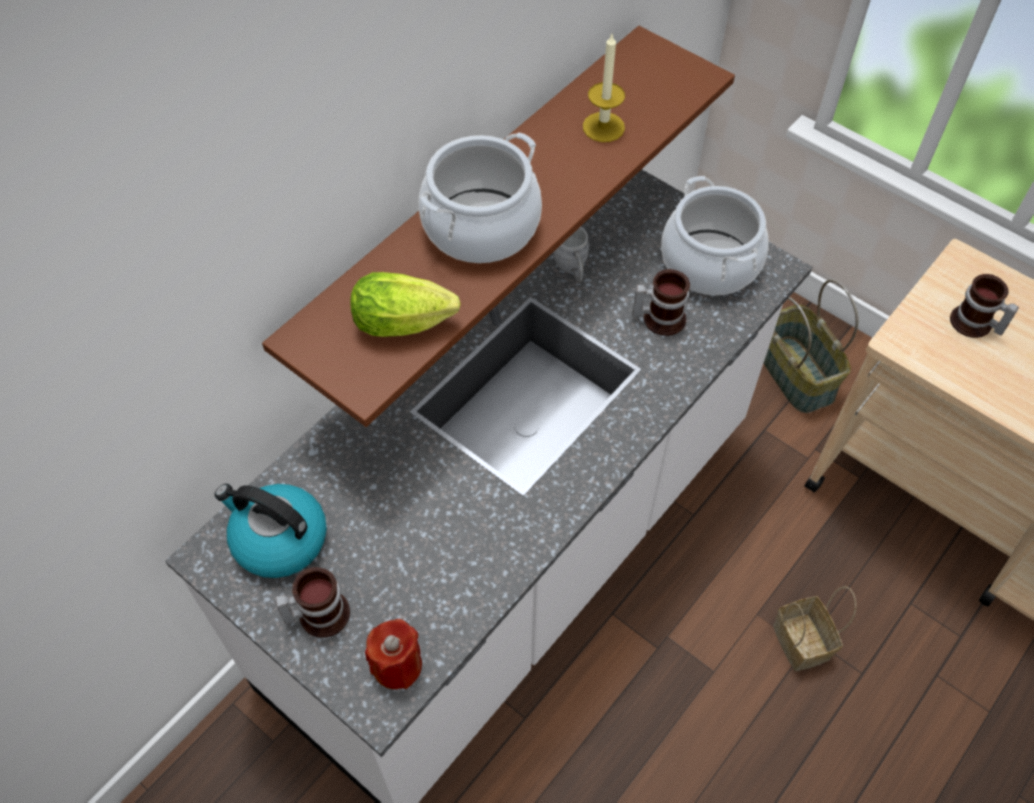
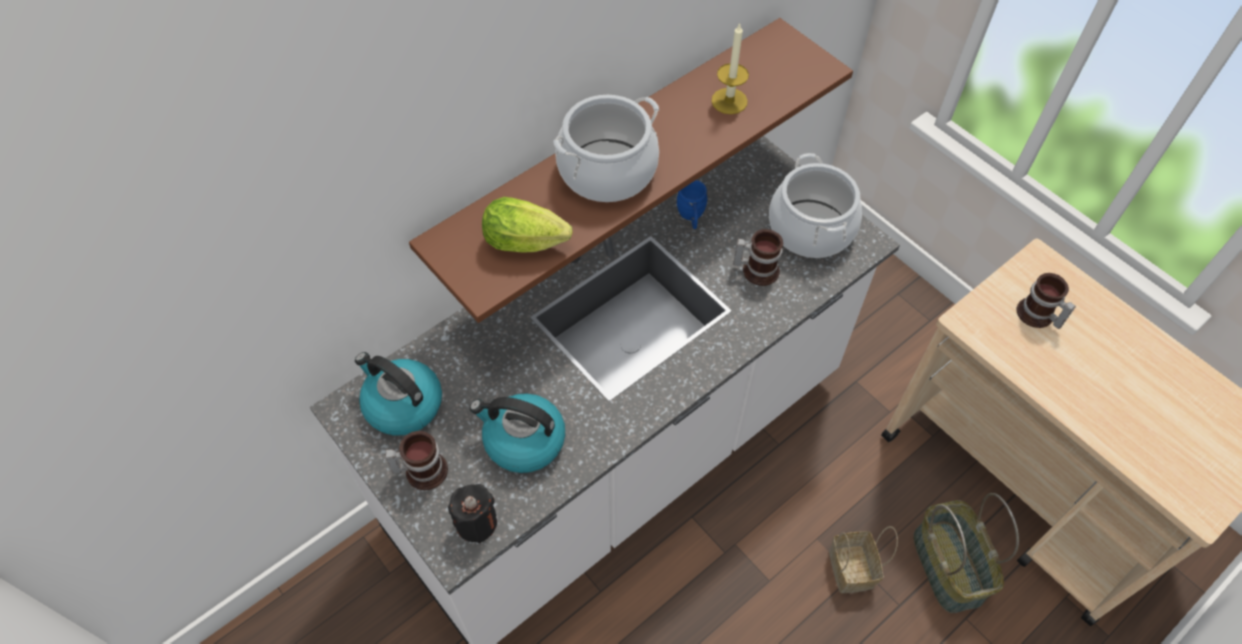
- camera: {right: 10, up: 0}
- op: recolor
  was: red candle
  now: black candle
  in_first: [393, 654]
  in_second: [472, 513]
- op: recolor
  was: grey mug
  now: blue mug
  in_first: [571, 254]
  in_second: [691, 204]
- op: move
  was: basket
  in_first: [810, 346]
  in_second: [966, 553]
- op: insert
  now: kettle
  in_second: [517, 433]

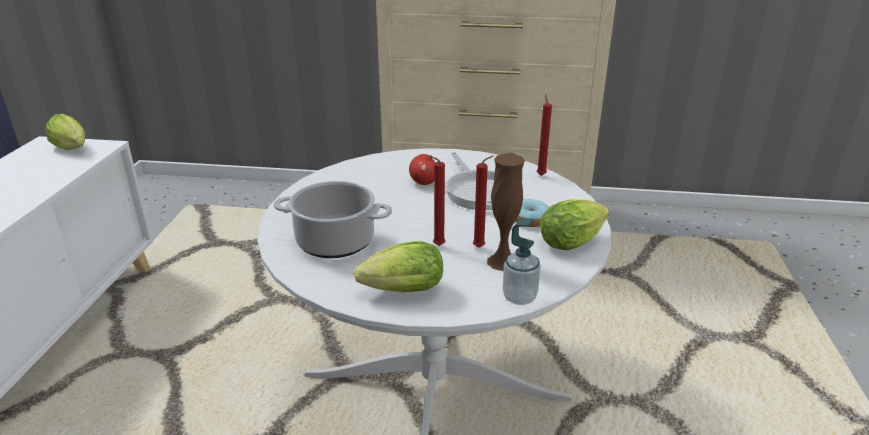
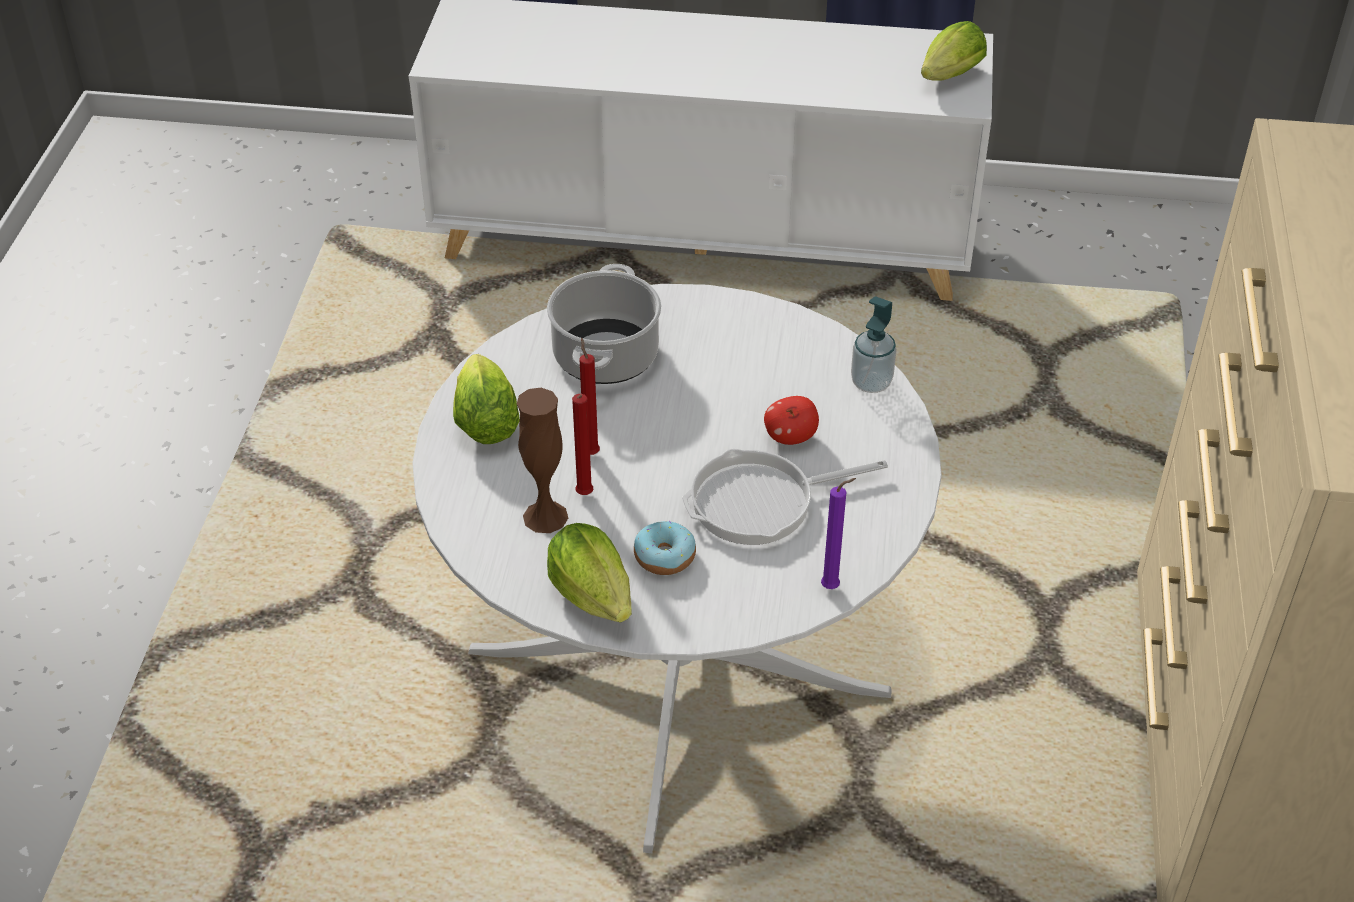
- camera: {right: 90, up: 15}
- op: move
  was: soap dispenser
  in_first: [521, 261]
  in_second: [874, 344]
- op: recolor
  was: red candle
  now: purple candle
  in_first: [544, 134]
  in_second: [838, 533]

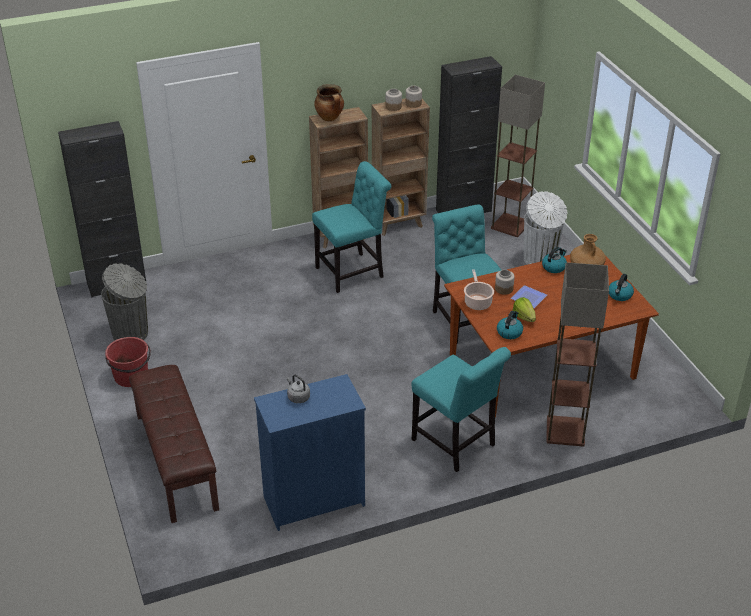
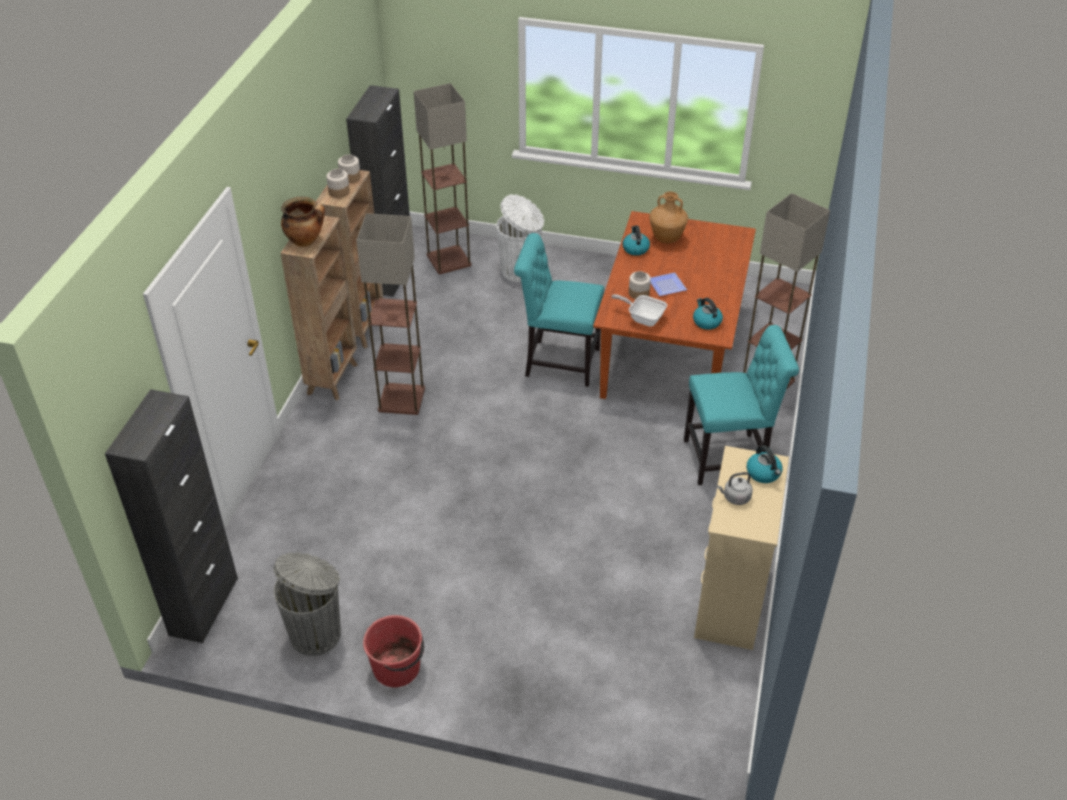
- camera: {right: -55, up: 5}
- op: delete
  was: brown bench
  in_first: [174, 444]
- op: recolor
  was: blue dresser
  now: beige dresser
  in_first: [310, 452]
  in_second: [741, 548]
- op: replace
  was: turquoise chair
  now: floor lamp
  in_first: [351, 227]
  in_second: [390, 314]
- op: replace
  was: cooking pot
  now: frying pan
  in_first: [479, 289]
  in_second: [639, 310]
- op: delete
  was: lettuce
  in_first: [524, 309]
- op: move
  was: kettle
  in_first: [621, 287]
  in_second: [765, 464]

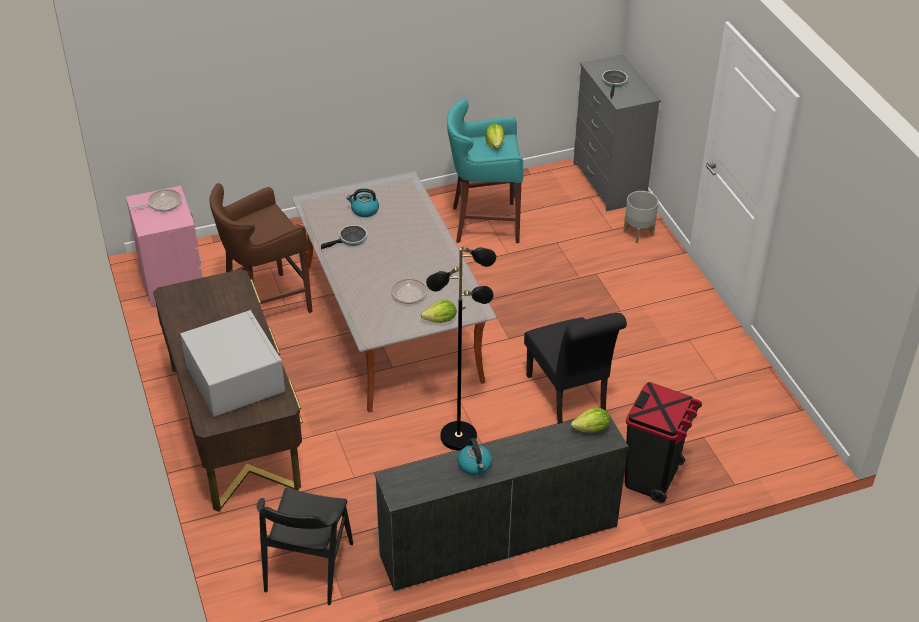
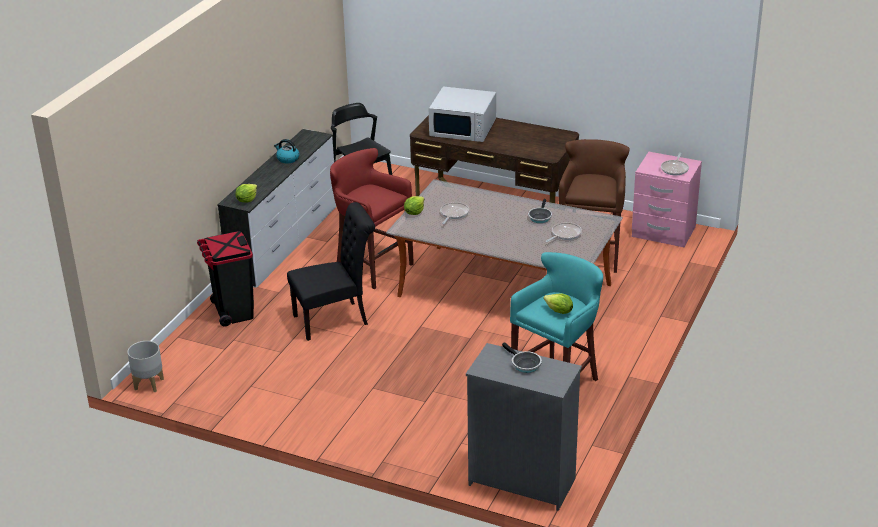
- camera: {right: 135, up: -10}
- op: replace
  was: kettle
  now: frying pan
  in_first: [363, 202]
  in_second: [563, 232]
- op: replace
  was: black floor lamp
  now: red stool
  in_first: [461, 348]
  in_second: [372, 218]
- op: rotate
  was: black chair
  in_first: [575, 368]
  in_second: [331, 271]
  clockwise: 135
- op: move
  was: grey planter
  in_first: [640, 217]
  in_second: [145, 366]

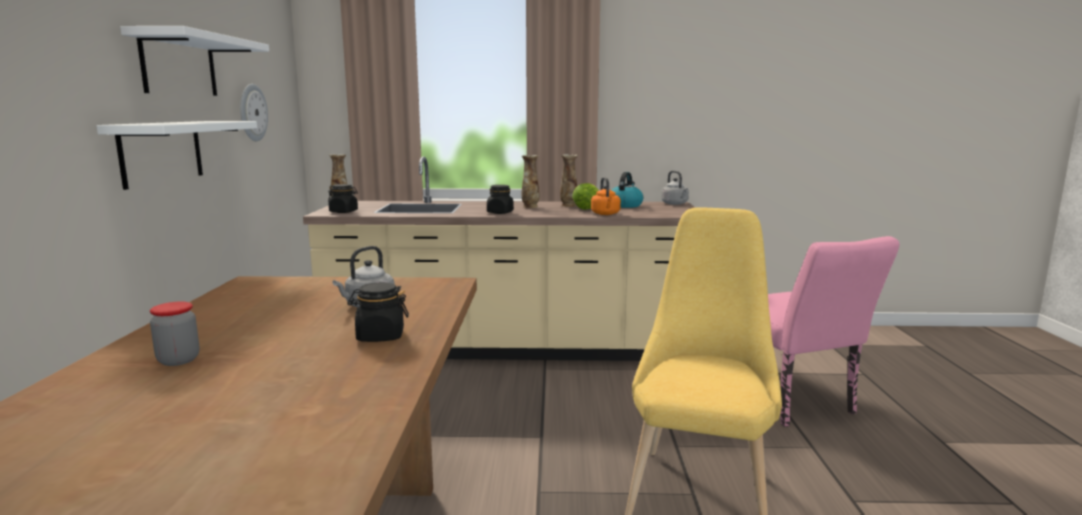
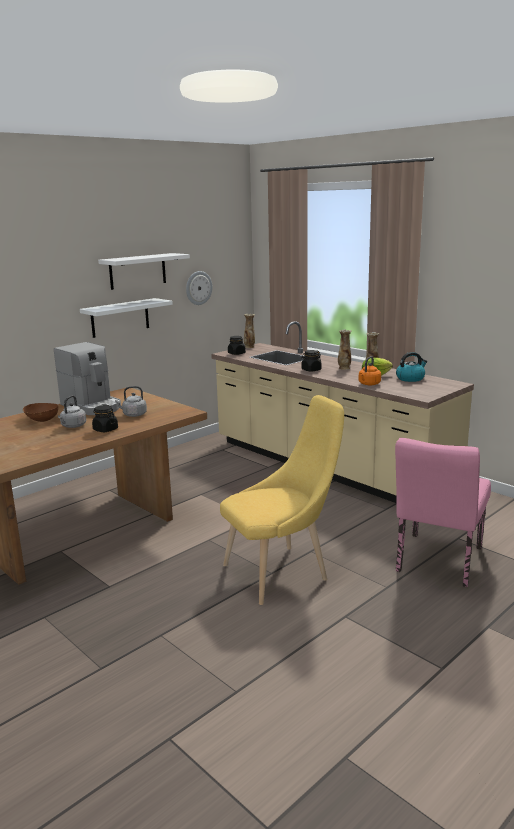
- camera: {right: 45, up: 5}
- op: replace
  was: jar
  now: brown bowl
  in_first: [175, 333]
  in_second: [40, 412]
- op: move
  was: grey kettle
  in_first: [675, 187]
  in_second: [72, 411]
- op: insert
  now: coffee machine
  in_second: [87, 378]

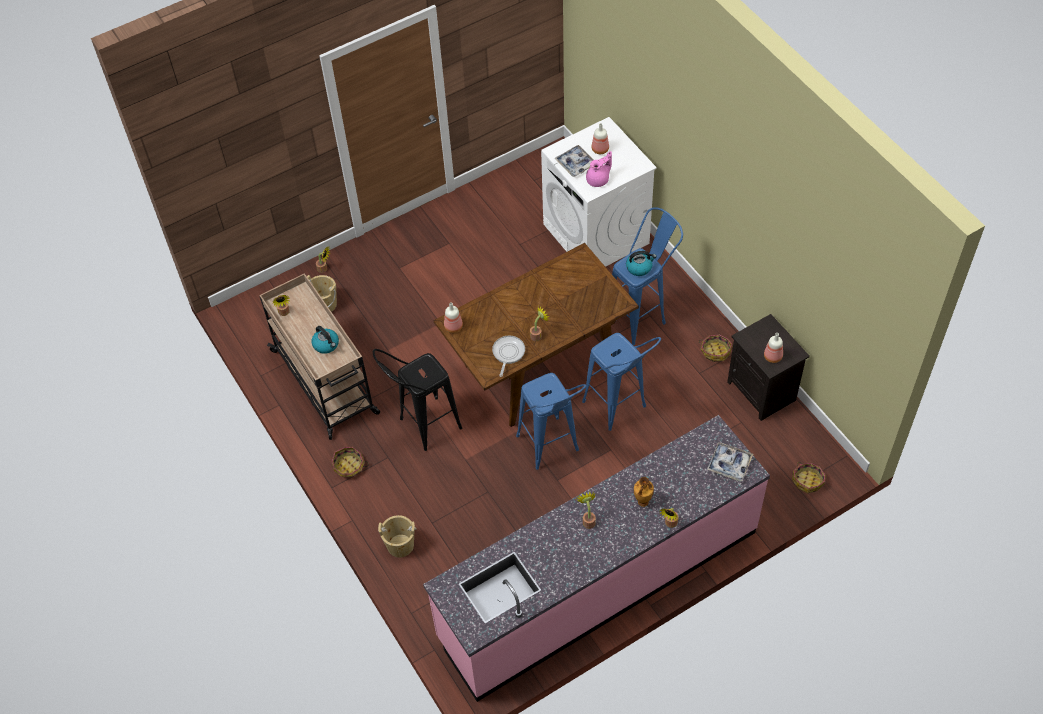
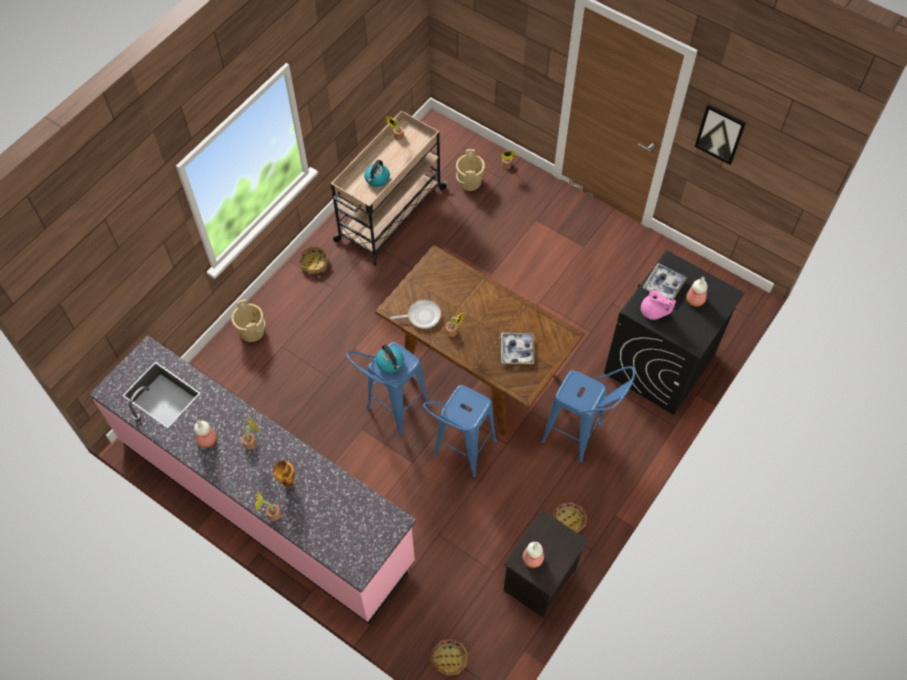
- camera: {right: 65, up: 5}
- op: delete
  was: black stool
  in_first: [417, 400]
- op: move
  was: bottle
  in_first: [453, 317]
  in_second: [205, 434]
- op: recolor
  was: white washing machine
  now: black washing machine
  in_first: [599, 192]
  in_second: [674, 332]
- op: move
  was: kettle
  in_first: [641, 263]
  in_second: [390, 358]
- op: move
  was: tray
  in_first: [730, 461]
  in_second: [517, 348]
- op: insert
  now: picture
  in_second: [720, 134]

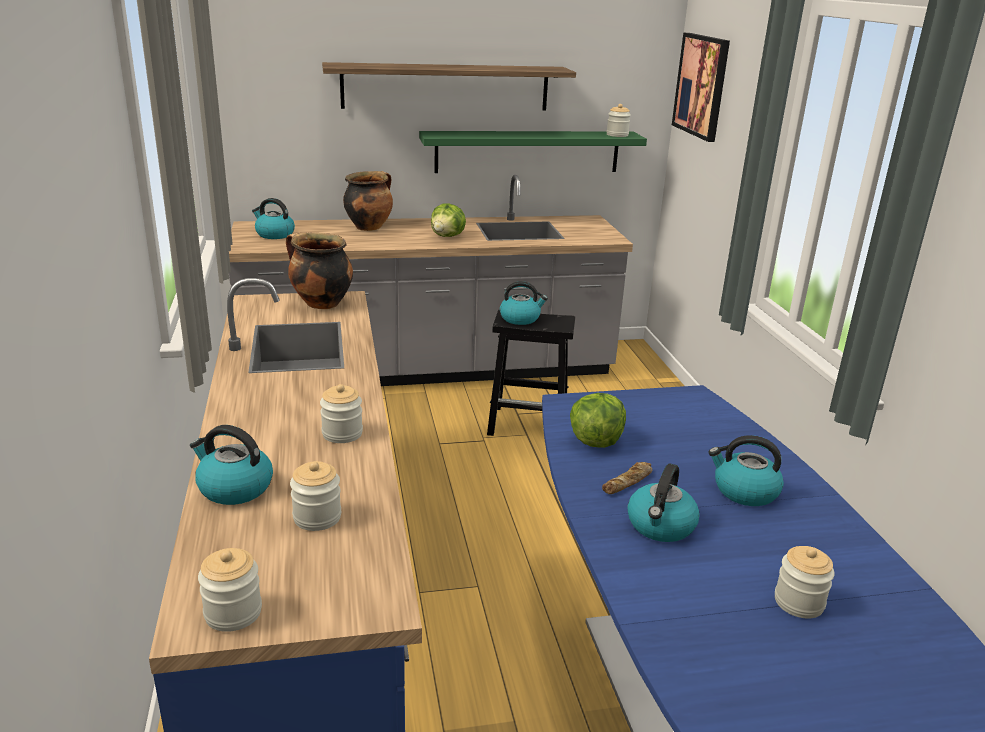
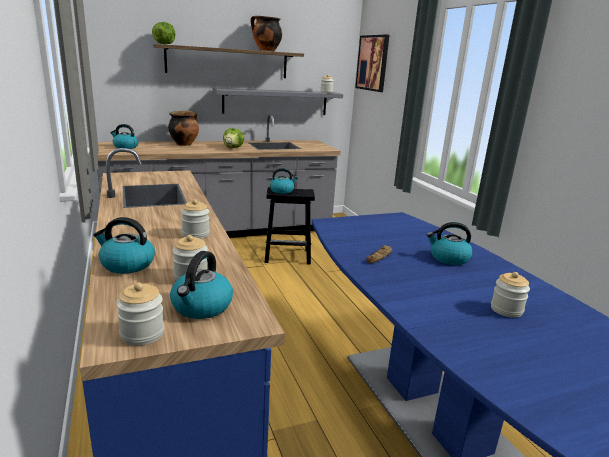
- camera: {right: -10, up: -5}
- op: move
  was: cooking pot
  in_first: [319, 271]
  in_second: [266, 33]
- op: recolor
  was: green shelf
  now: grey shelf
  in_first: [533, 152]
  in_second: [278, 101]
- op: move
  was: lettuce
  in_first: [598, 420]
  in_second: [163, 33]
- op: move
  was: kettle
  in_first: [663, 502]
  in_second: [201, 285]

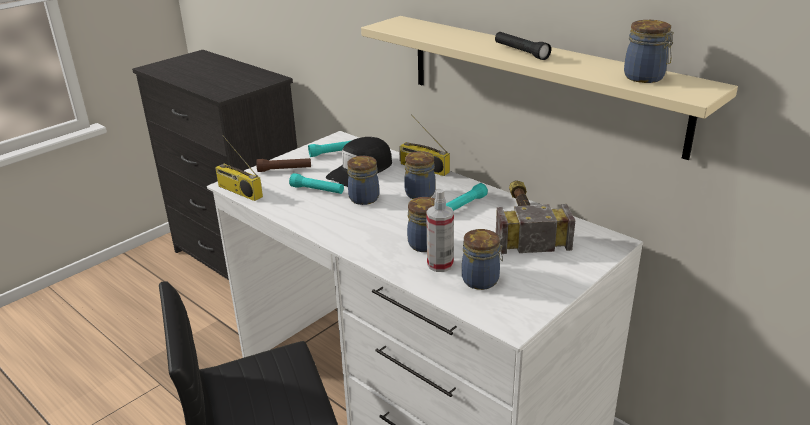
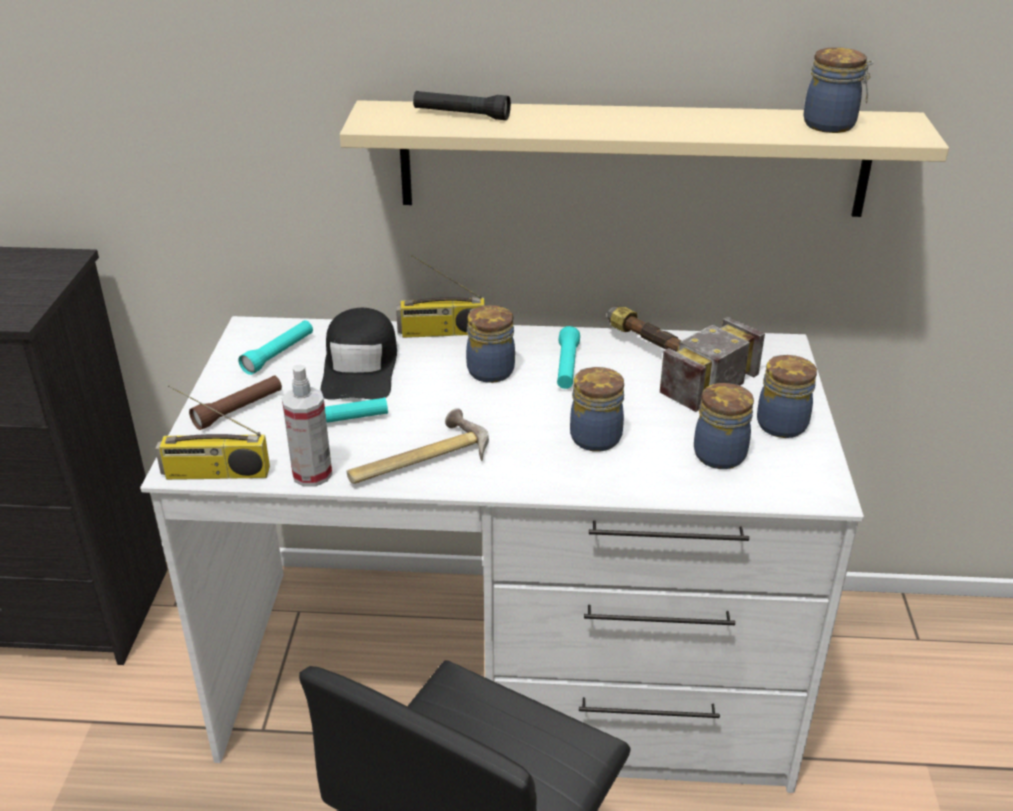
- camera: {right: -40, up: 5}
- op: move
  was: jar
  in_first: [363, 180]
  in_second: [787, 396]
- op: move
  was: spray bottle
  in_first: [440, 230]
  in_second: [307, 425]
- op: move
  was: black flashlight
  in_first: [523, 46]
  in_second: [462, 105]
- op: insert
  now: hammer
  in_second: [418, 446]

